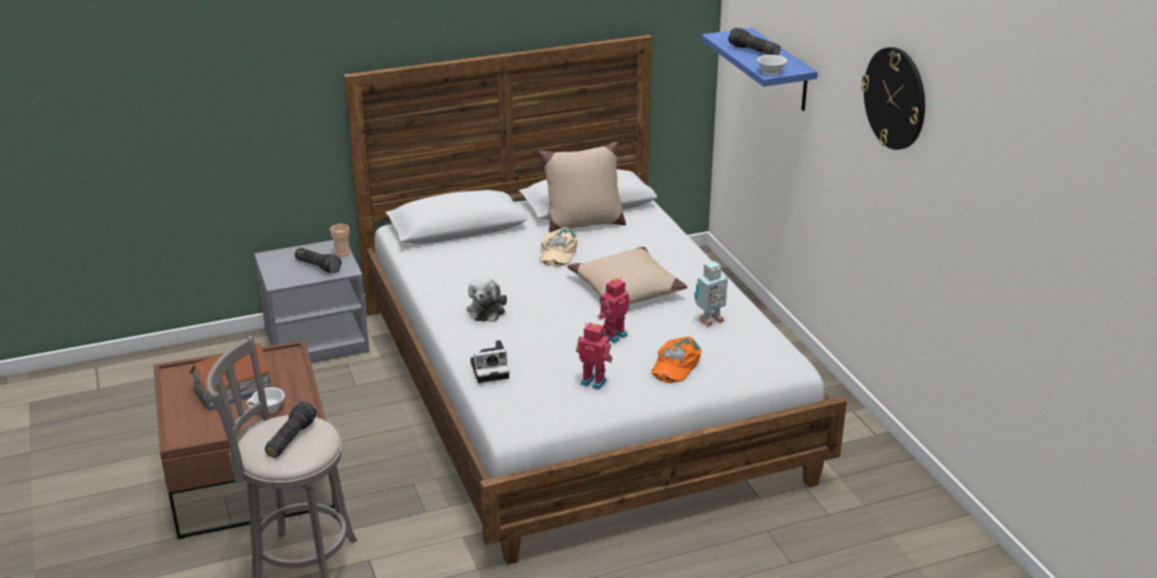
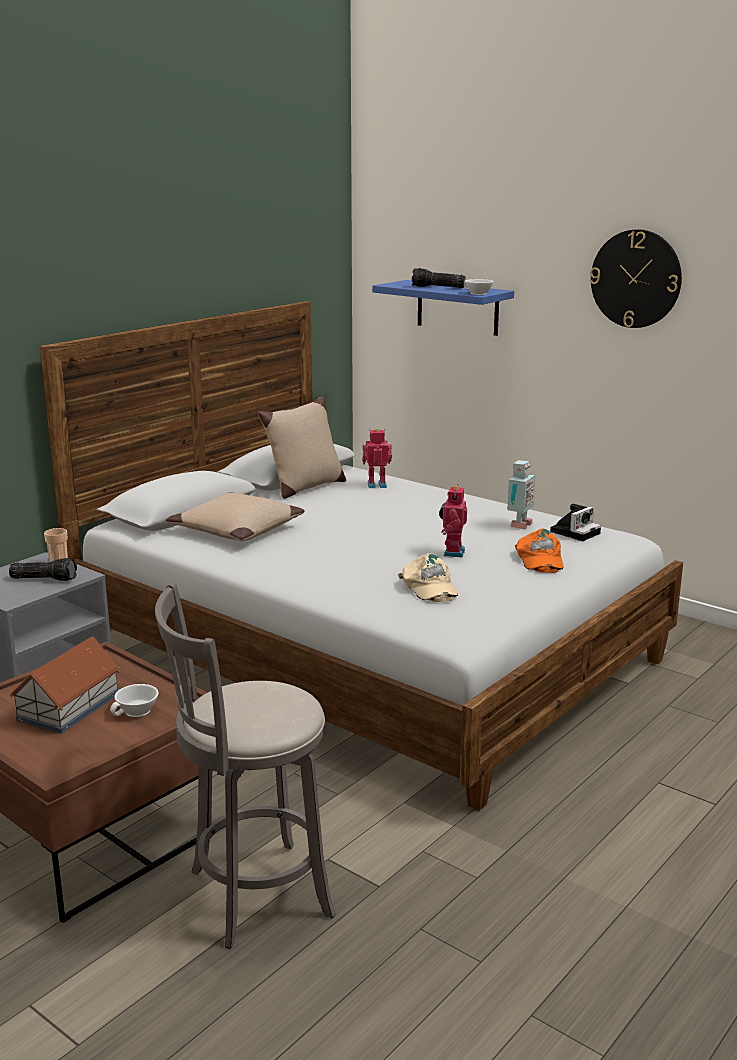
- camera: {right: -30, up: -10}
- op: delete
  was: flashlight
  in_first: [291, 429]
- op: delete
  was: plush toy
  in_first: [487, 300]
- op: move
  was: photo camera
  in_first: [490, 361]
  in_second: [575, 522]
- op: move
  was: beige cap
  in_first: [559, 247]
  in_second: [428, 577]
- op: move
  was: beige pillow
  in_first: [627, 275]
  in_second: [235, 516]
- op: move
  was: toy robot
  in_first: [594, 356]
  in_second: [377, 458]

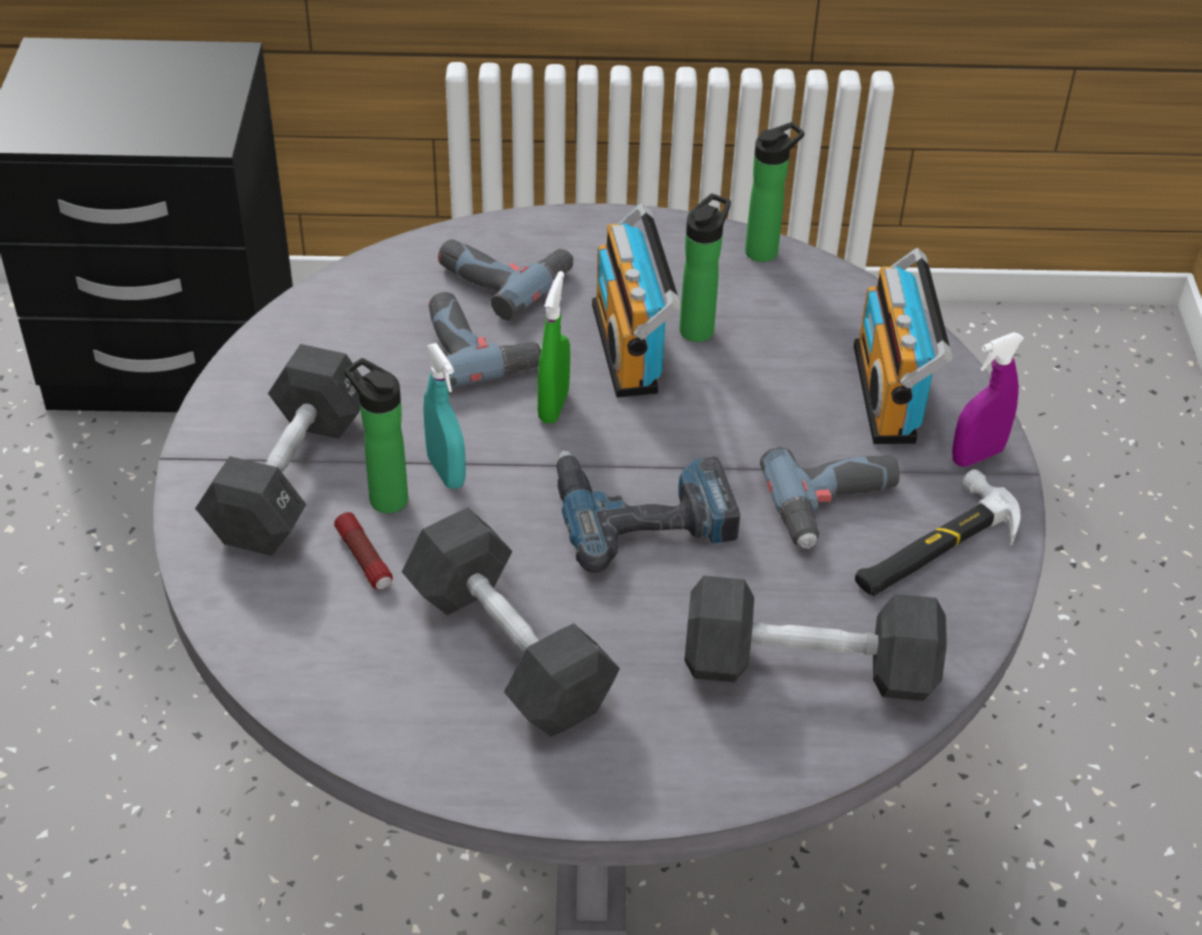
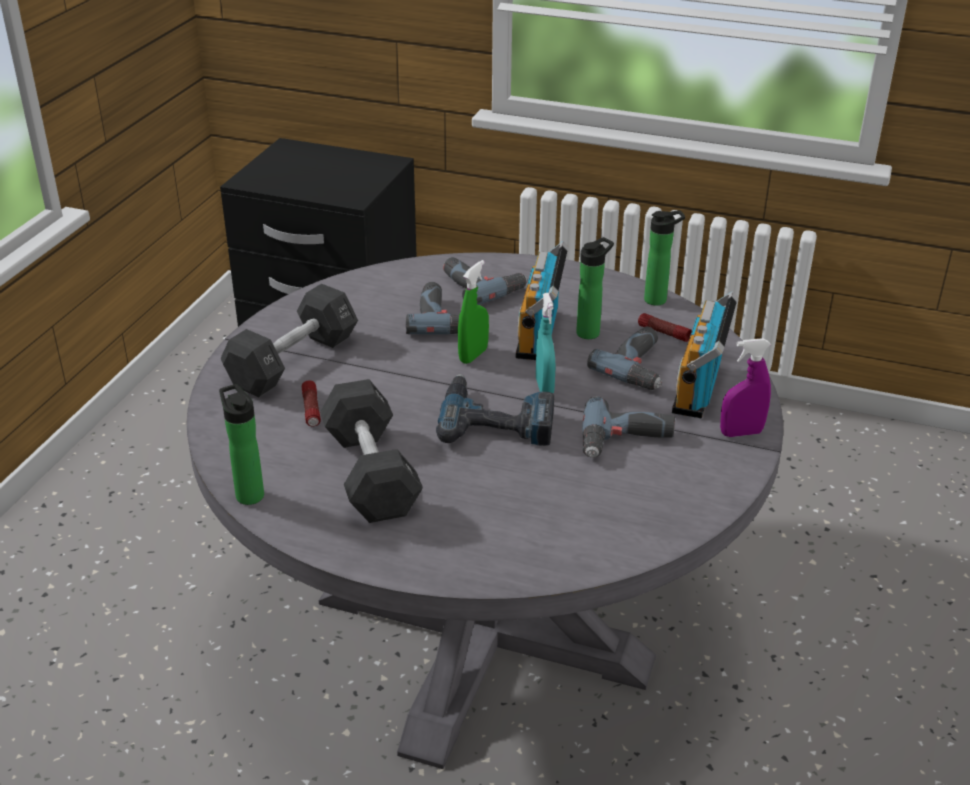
- camera: {right: 20, up: -10}
- op: move
  was: bottle
  in_first: [376, 435]
  in_second: [241, 444]
- op: move
  was: turquoise spray bottle
  in_first: [444, 416]
  in_second: [545, 343]
- op: delete
  was: black dumbbell
  in_first: [815, 638]
- op: delete
  was: hammer
  in_first: [938, 532]
- op: insert
  now: power drill
  in_second: [624, 358]
- op: insert
  now: flashlight
  in_second: [665, 327]

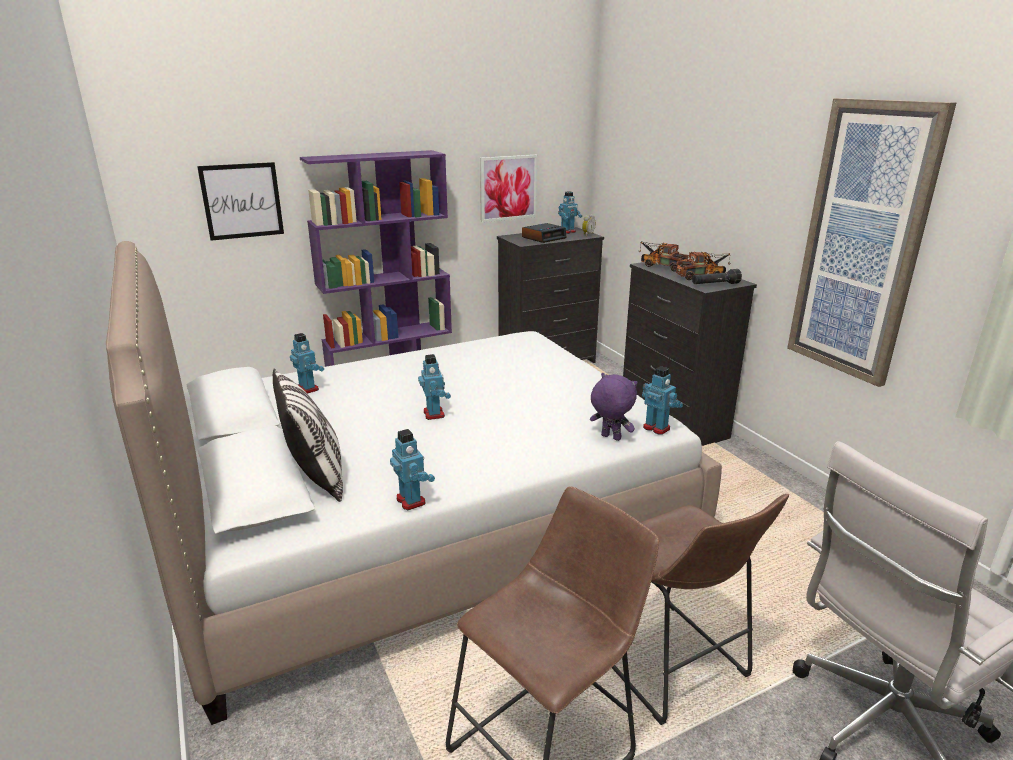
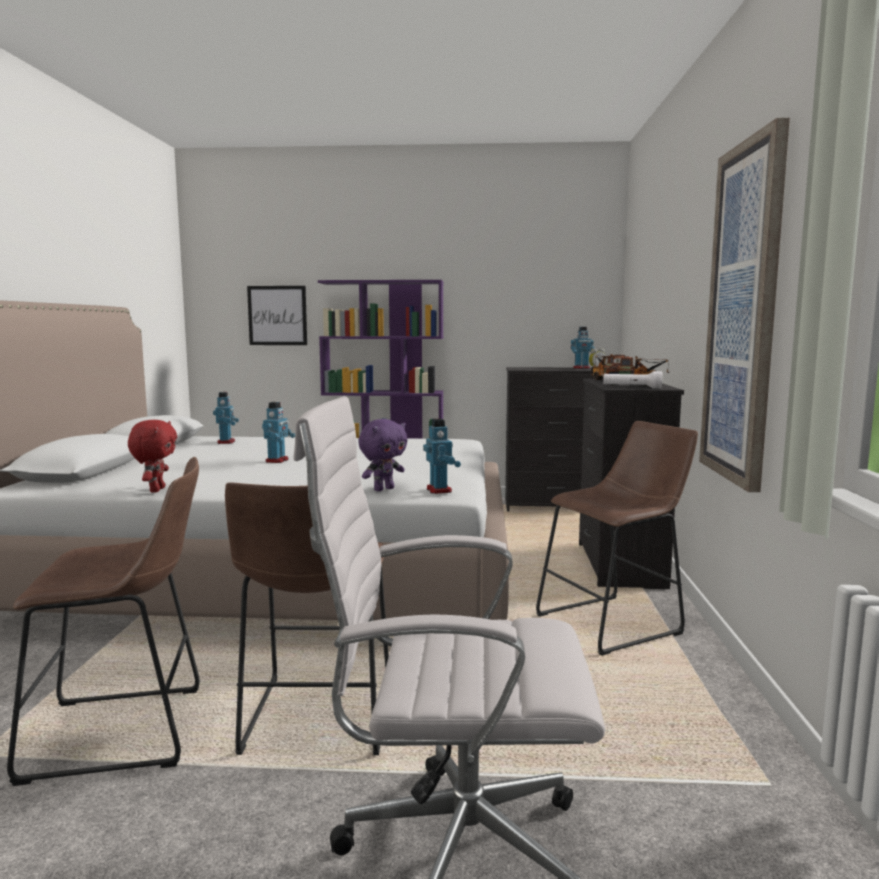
- camera: {right: 30, up: -15}
- op: delete
  was: pillow
  in_first: [308, 435]
- op: replace
  was: toy robot
  now: red plush toy
  in_first: [412, 469]
  in_second: [152, 456]
- op: delete
  was: picture
  in_first: [508, 188]
- op: delete
  was: alarm clock
  in_first: [544, 233]
- op: rotate
  was: purple plush toy
  in_first: [614, 407]
  in_second: [382, 455]
  clockwise: 75
- op: recolor
  was: black flashlight
  now: white flashlight
  in_first: [717, 276]
  in_second: [632, 380]
- op: insert
  now: brown stool
  in_second: [617, 538]

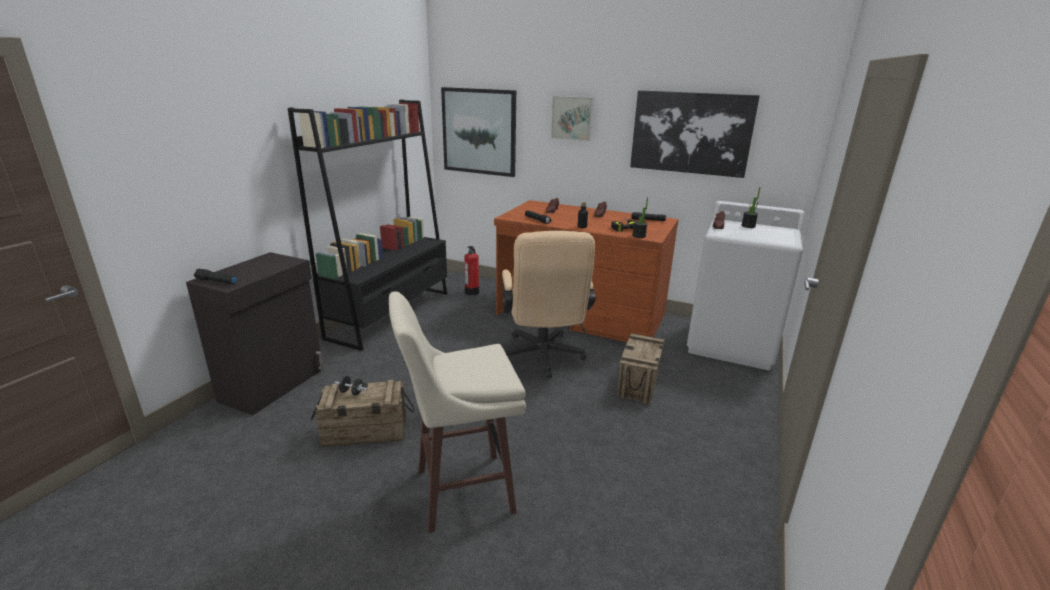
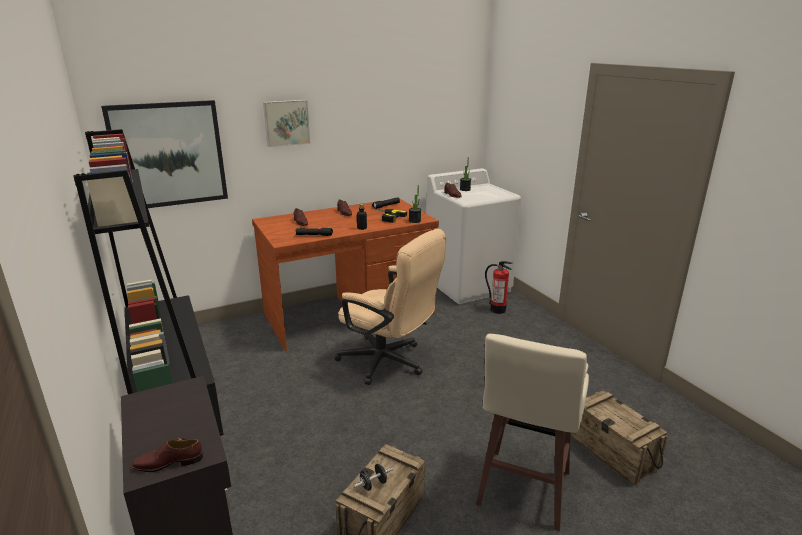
- camera: {right: -50, up: 0}
- op: replace
  was: black flashlight
  now: brown shoe
  in_first: [216, 276]
  in_second: [167, 455]
- op: move
  was: fire extinguisher
  in_first: [471, 271]
  in_second: [498, 287]
- op: move
  was: crate
  in_first: [641, 368]
  in_second: [619, 437]
- op: delete
  was: picture
  in_first: [695, 134]

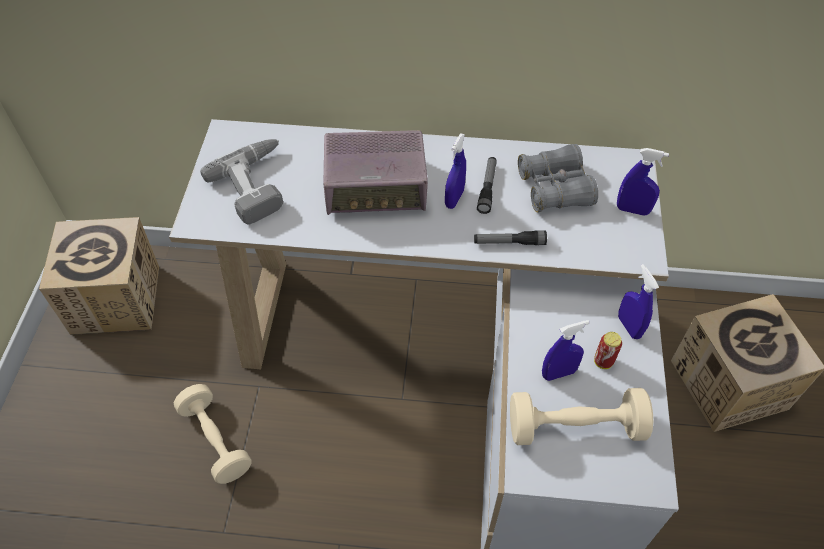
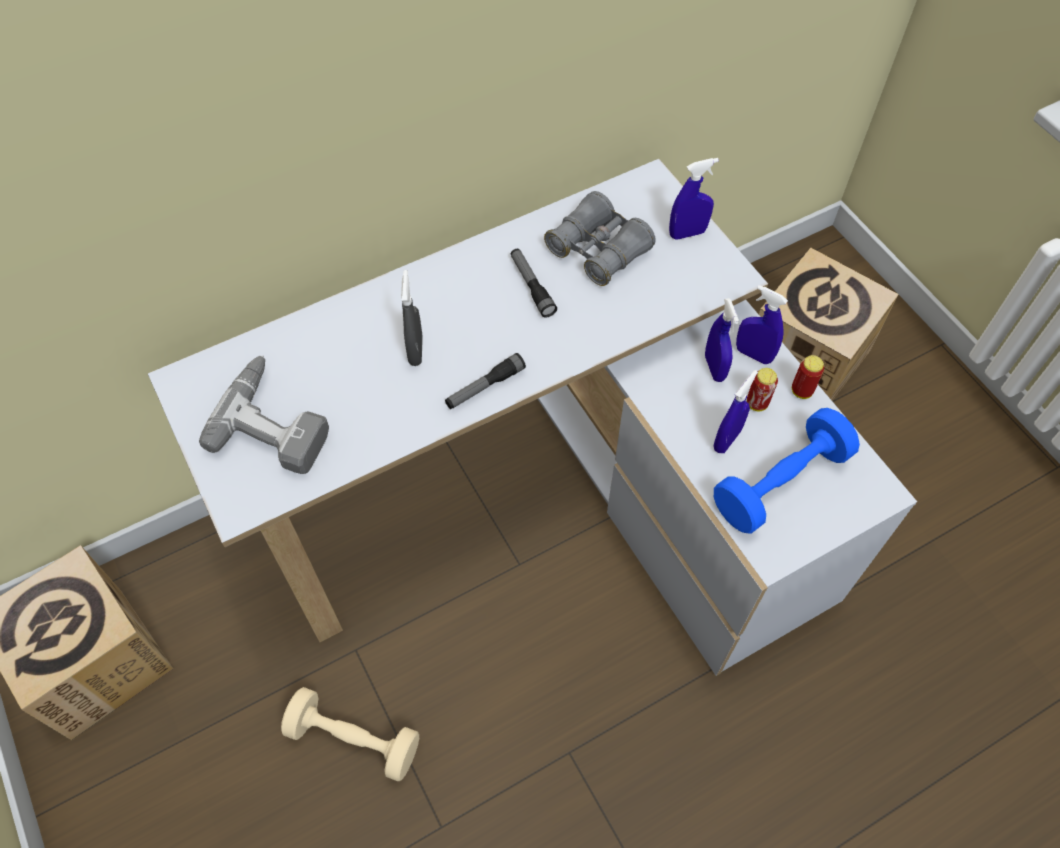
- camera: {right: -35, up: 5}
- op: replace
  was: radio
  now: grey spray bottle
  in_first: [376, 172]
  in_second: [412, 318]
- op: move
  was: blue spray bottle
  in_first: [455, 171]
  in_second: [722, 340]
- op: move
  was: flashlight
  in_first: [510, 237]
  in_second: [485, 381]
- op: recolor
  was: beige dumbbell
  now: blue dumbbell
  in_first: [581, 416]
  in_second: [787, 471]
- op: insert
  now: can
  in_second: [808, 377]

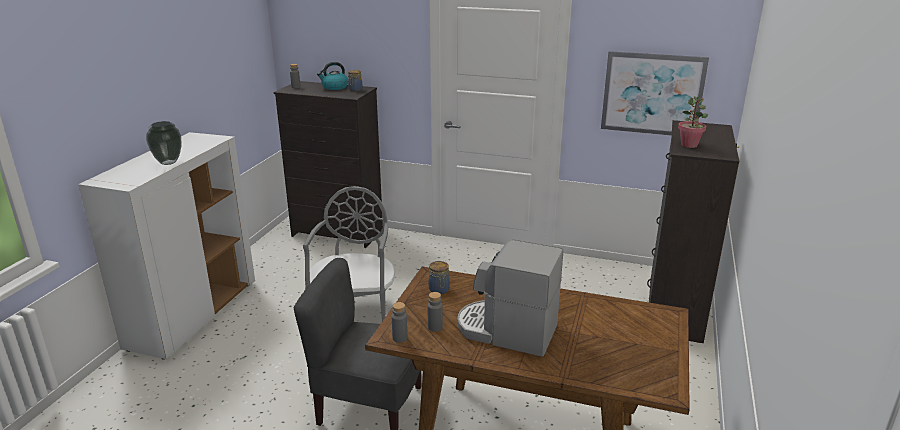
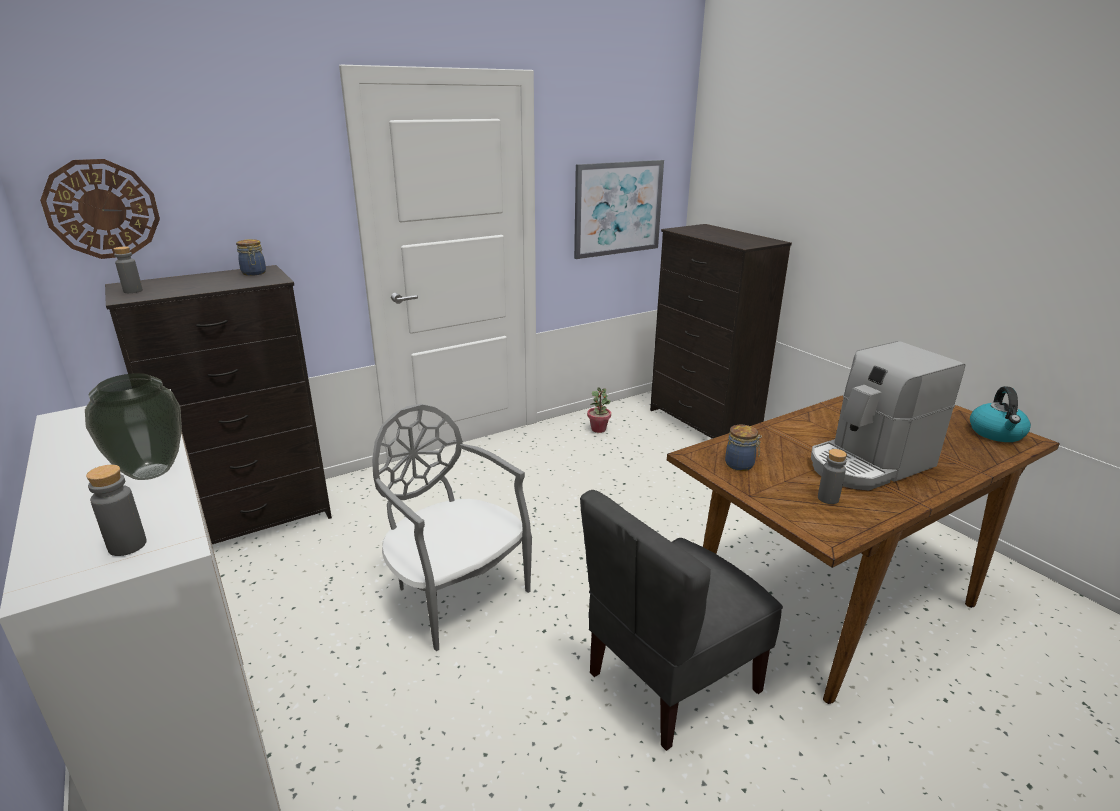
- camera: {right: -50, up: 0}
- op: move
  was: kettle
  in_first: [332, 76]
  in_second: [1000, 414]
- op: move
  was: grey bottle
  in_first: [400, 322]
  in_second: [116, 510]
- op: move
  was: potted plant
  in_first: [693, 122]
  in_second: [599, 410]
- op: insert
  now: wall clock
  in_second: [100, 209]

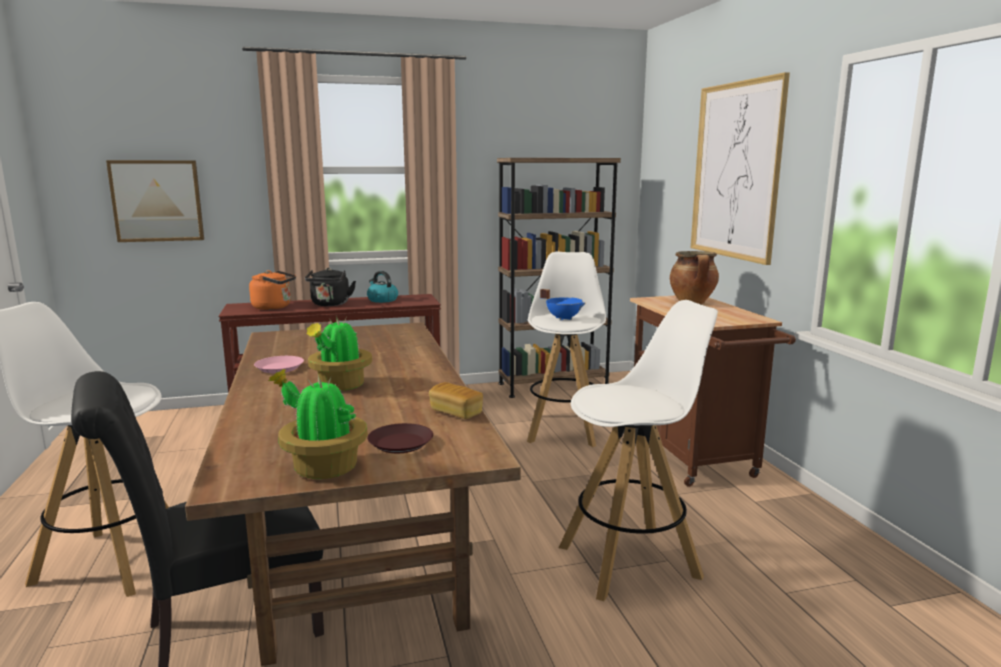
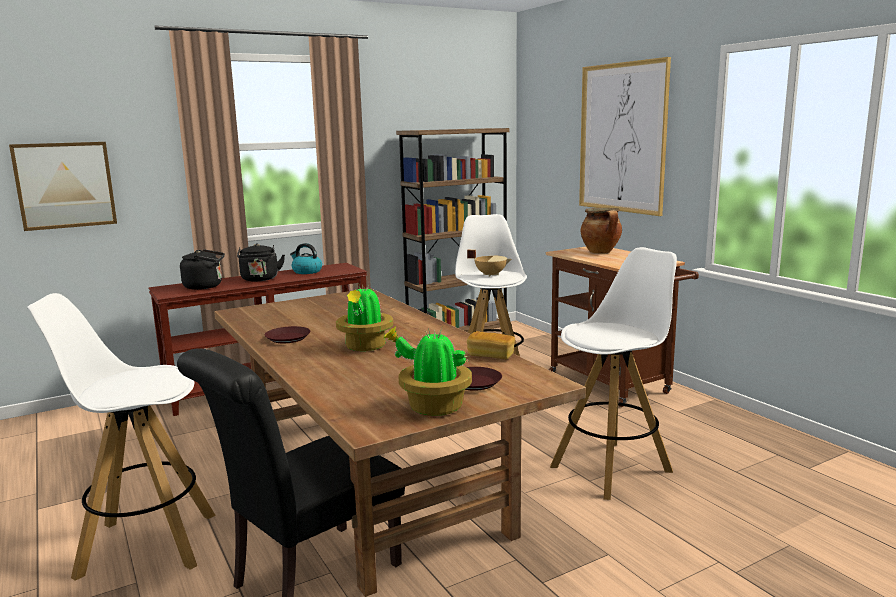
- camera: {right: -15, up: 0}
- op: recolor
  was: orange kettle
  now: black kettle
  in_first: [272, 290]
  in_second: [202, 269]
- op: recolor
  was: pink plate
  now: brown plate
  in_first: [279, 364]
  in_second: [287, 334]
- op: recolor
  was: blue cooking pot
  now: beige cooking pot
  in_first: [563, 304]
  in_second: [489, 263]

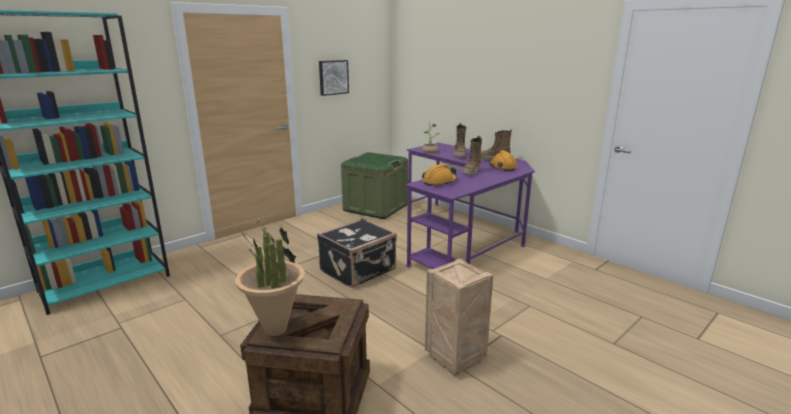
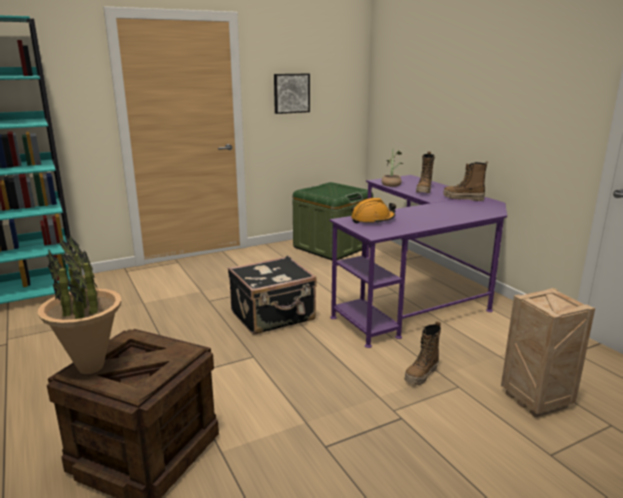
- camera: {right: 15, up: 0}
- op: move
  was: crate
  in_first: [459, 317]
  in_second: [548, 353]
- op: move
  was: boot
  in_first: [472, 155]
  in_second: [423, 353]
- op: delete
  was: orange hard hat
  in_first: [503, 160]

